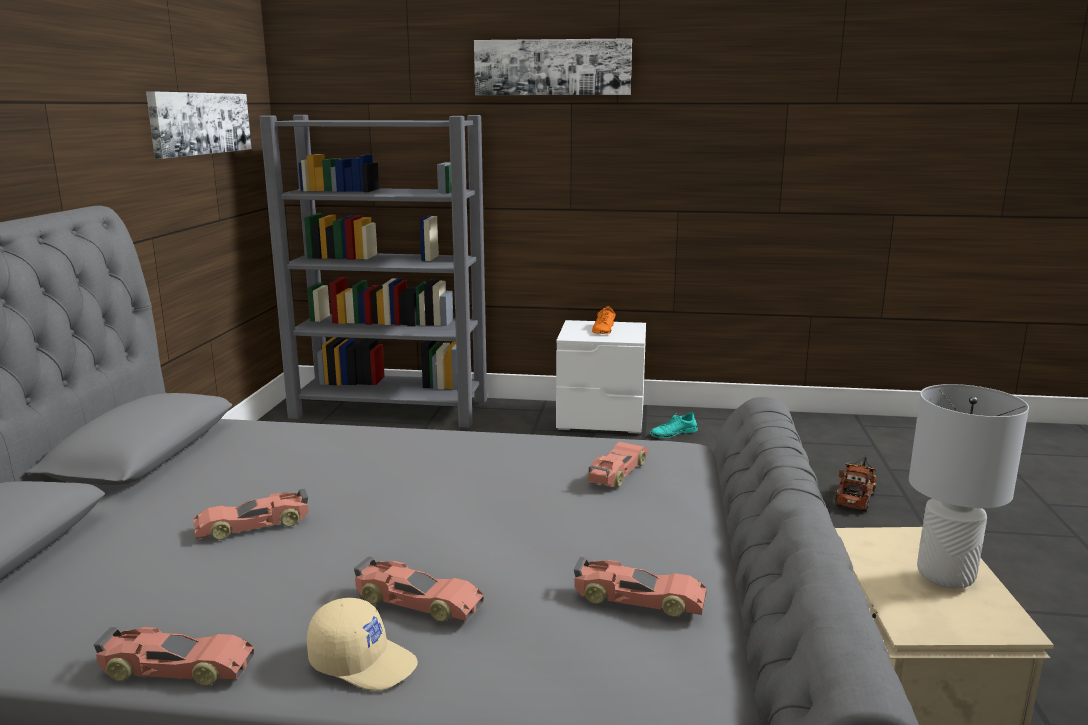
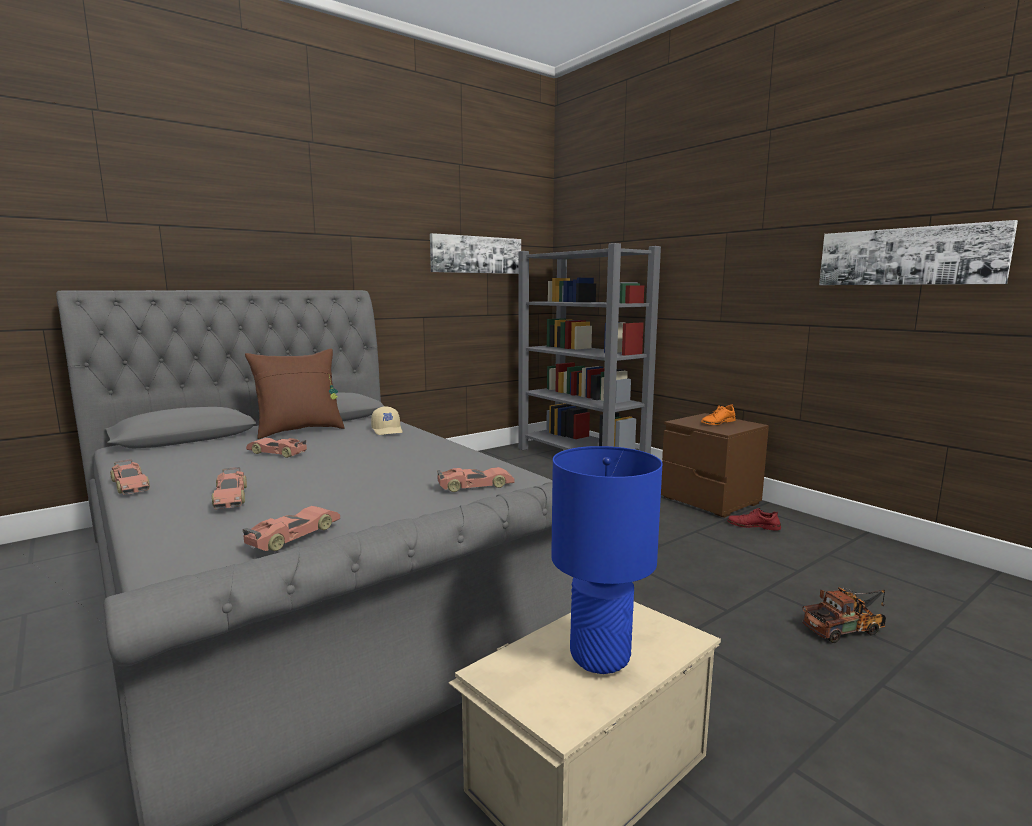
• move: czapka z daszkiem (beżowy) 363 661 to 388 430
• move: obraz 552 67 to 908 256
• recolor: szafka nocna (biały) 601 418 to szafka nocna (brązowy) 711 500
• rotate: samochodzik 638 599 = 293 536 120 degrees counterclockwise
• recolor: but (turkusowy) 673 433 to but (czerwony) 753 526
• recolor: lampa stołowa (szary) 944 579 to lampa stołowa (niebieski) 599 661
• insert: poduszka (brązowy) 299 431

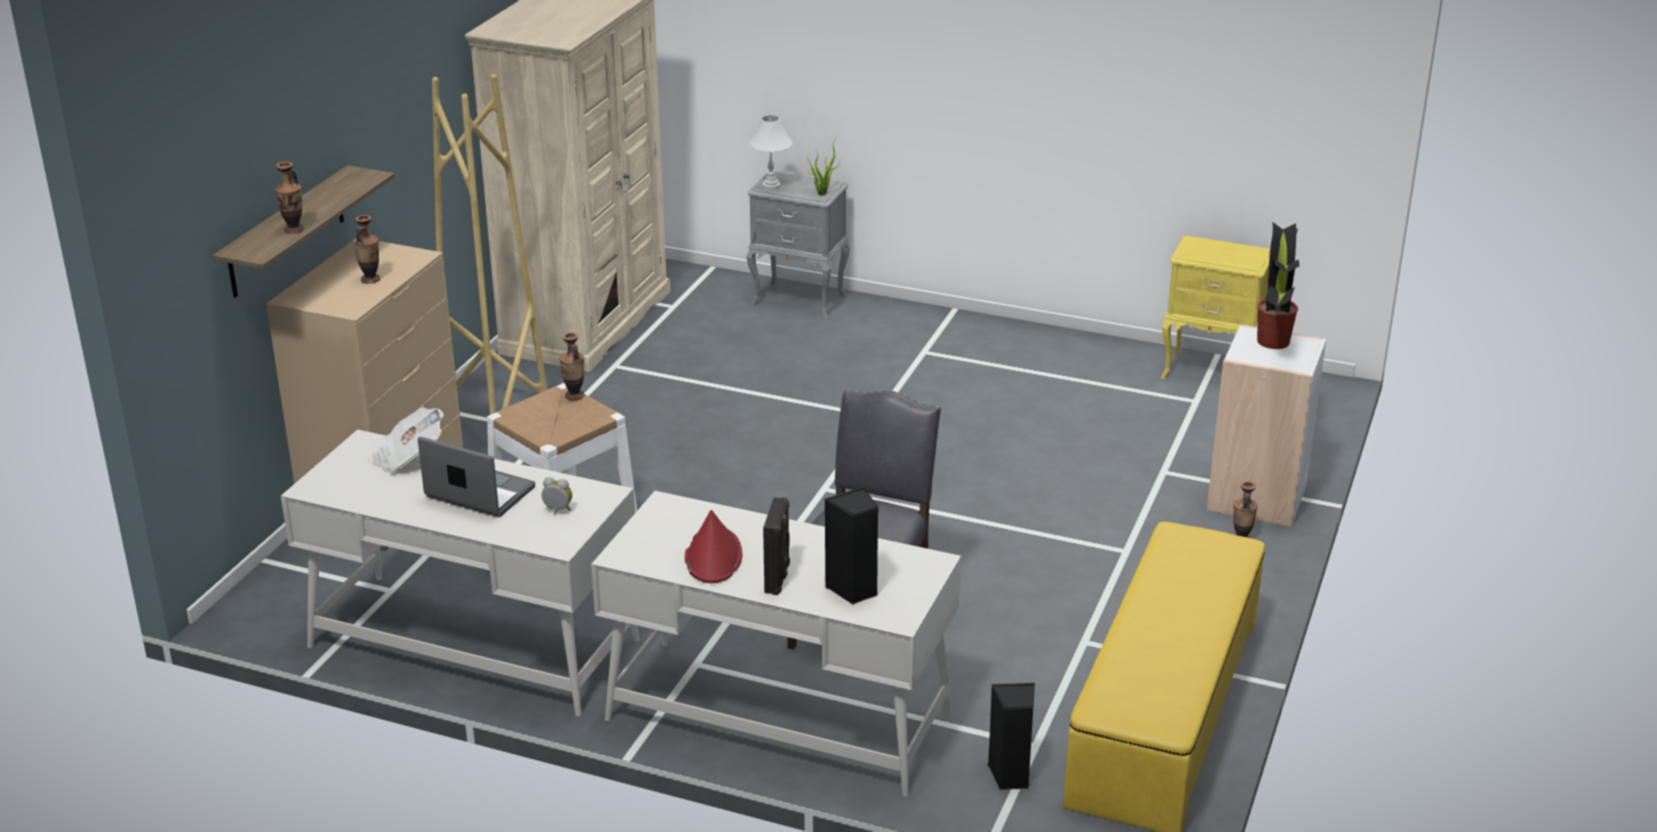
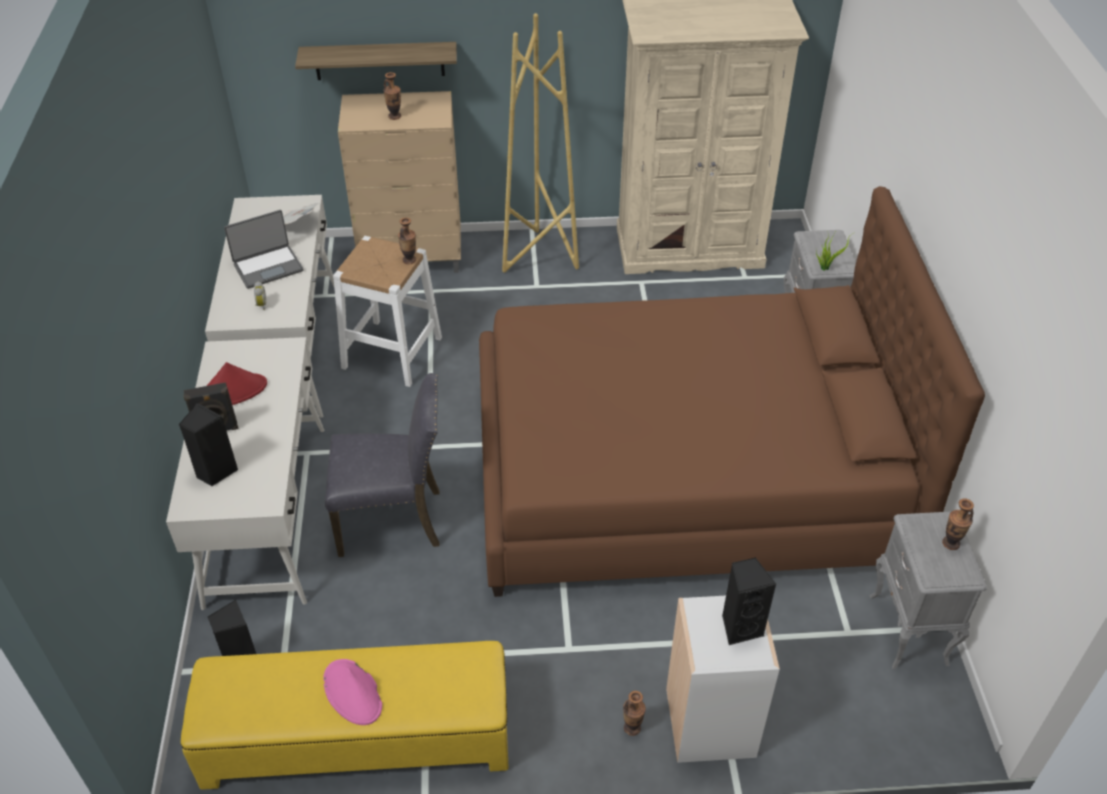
• move: wazon 294 229 to 950 543
• rotate: laptop 478 493 = 268 267 60 degrees clockwise
• delete: lampa stołowa (biały) 771 186
• recolor: szafka nocna (żółty) 1210 373 to szafka nocna (szary) 908 630
• replace: roślina doniczkowa 1273 342 to głośnik (czarny) 740 627
• insert: kapelusz (różowy) 353 693
• insert: łóżko (brązowy) 686 473

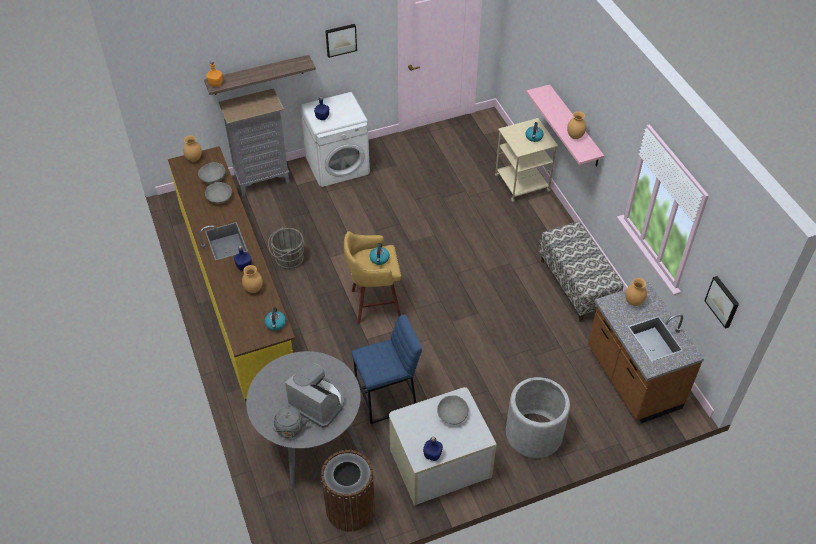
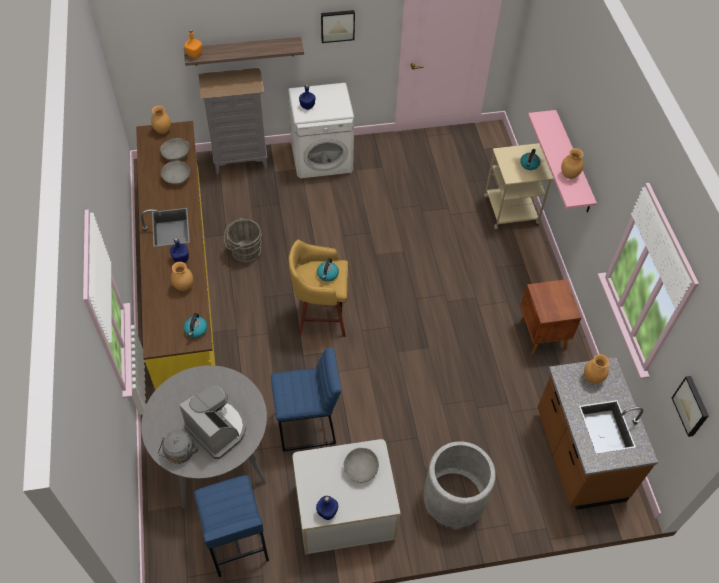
• replace: kosz na śmieci (brązowy) 350 509 to stołek (niebieski) 237 543
• replace: ławka 576 285 to szafka nocna (brązowy) 542 335

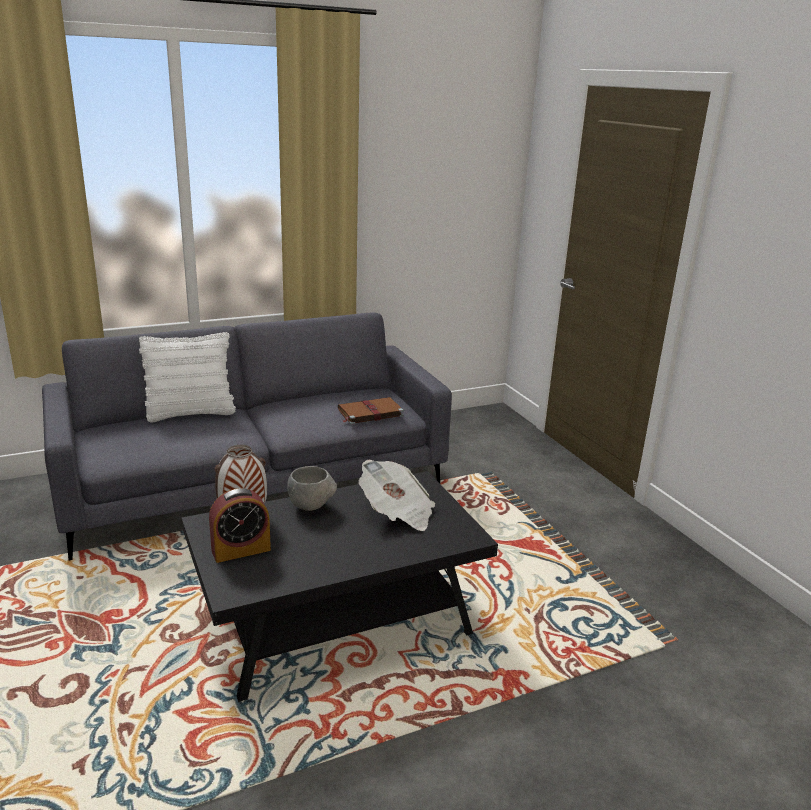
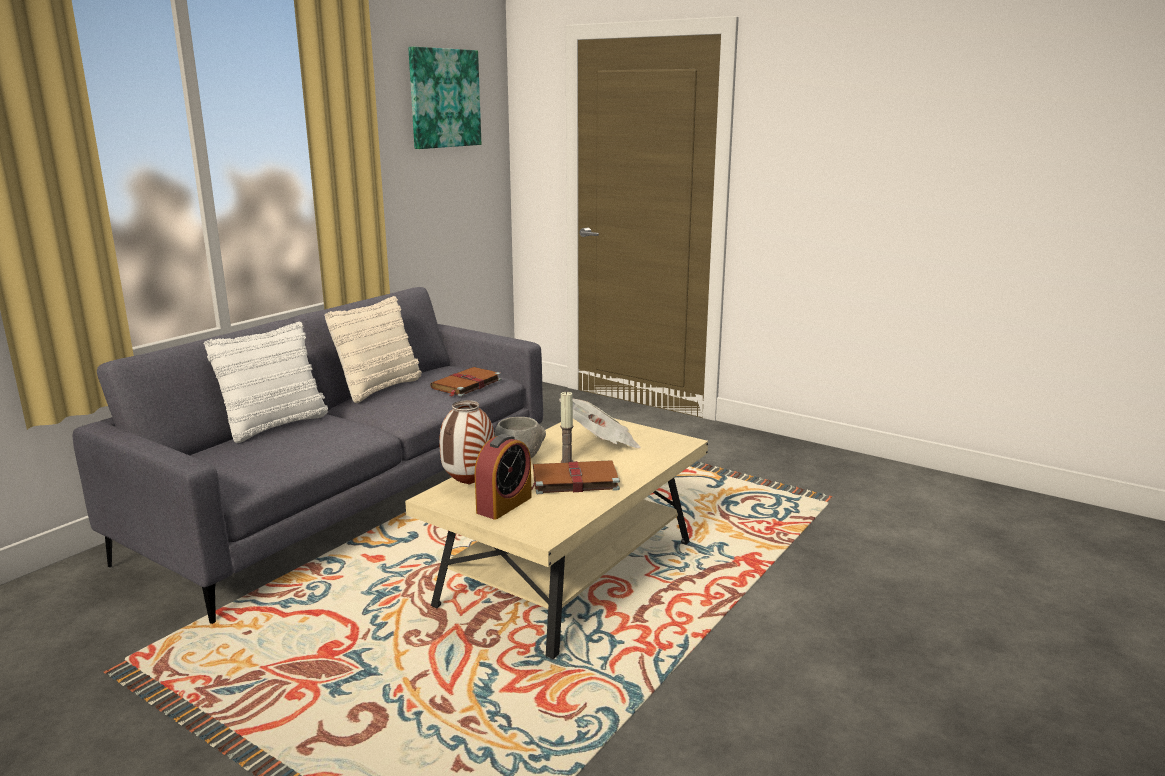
• recolor: ława (czarny) 338 624 to ława (beżowy) 569 575
• insert: poduszka (beżowy) 379 389
• insert: obraz 444 98
• insert: książka (brązowy) 573 480
• insert: świeca 567 461

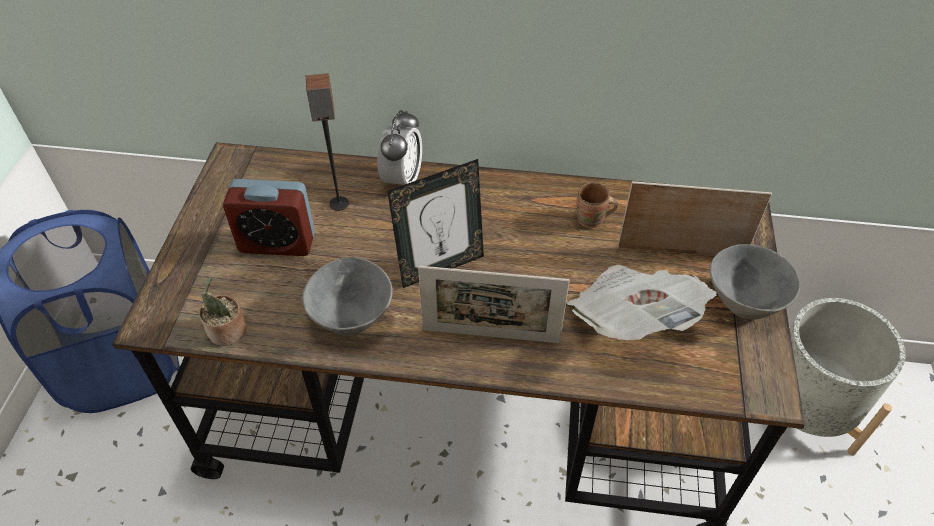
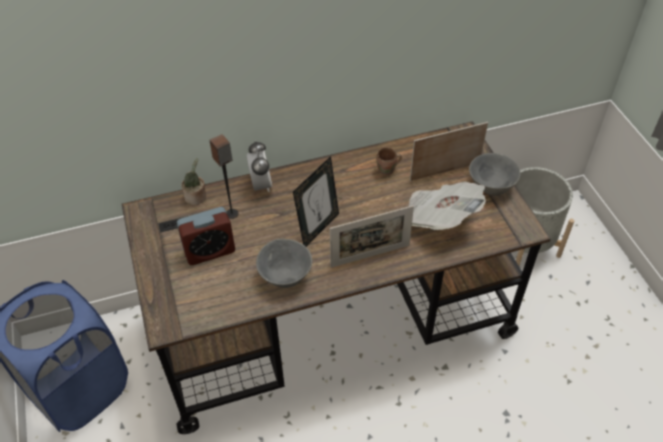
• move: roślina doniczkowa 228 332 to 196 198

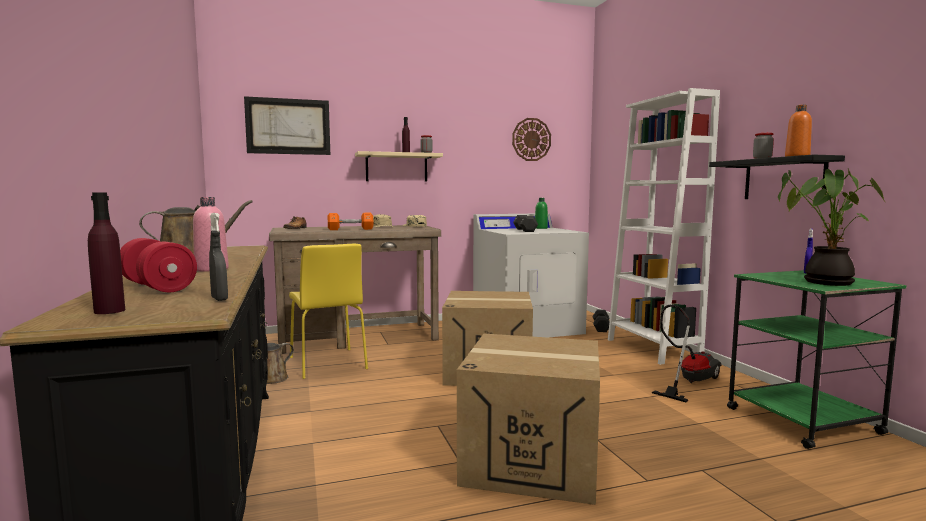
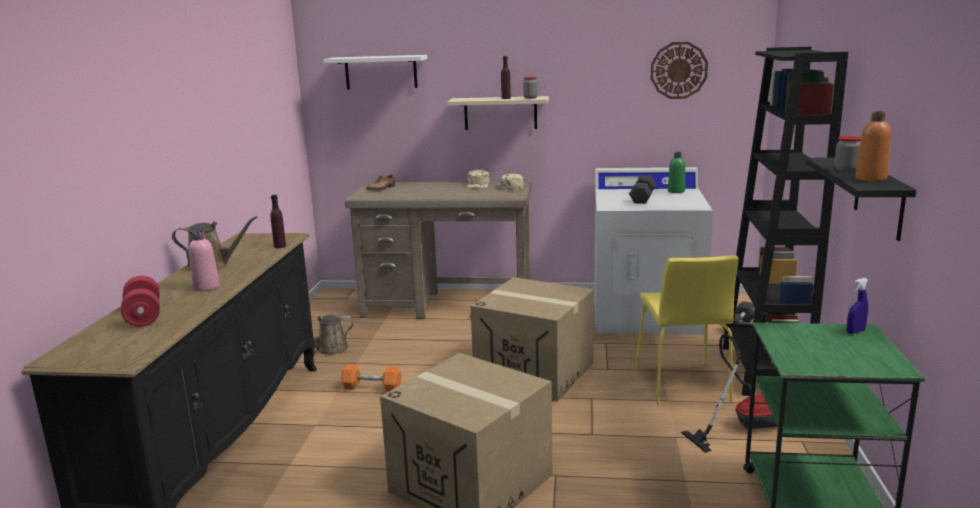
• move: butelka (fioletowy) 109 311 to 280 246
• delete: spryskiwacz (szary) 219 299
• replace: obraz 288 126 to półka (biały) 381 72
• move: krzesło (żółty) 329 364 to 683 384
• move: hantel (pomarańczowy) 350 229 to 372 387
• recolor: regał (biały) 652 349 to regał (czarny) 764 371
• delete: roślina doniczkowa 824 282

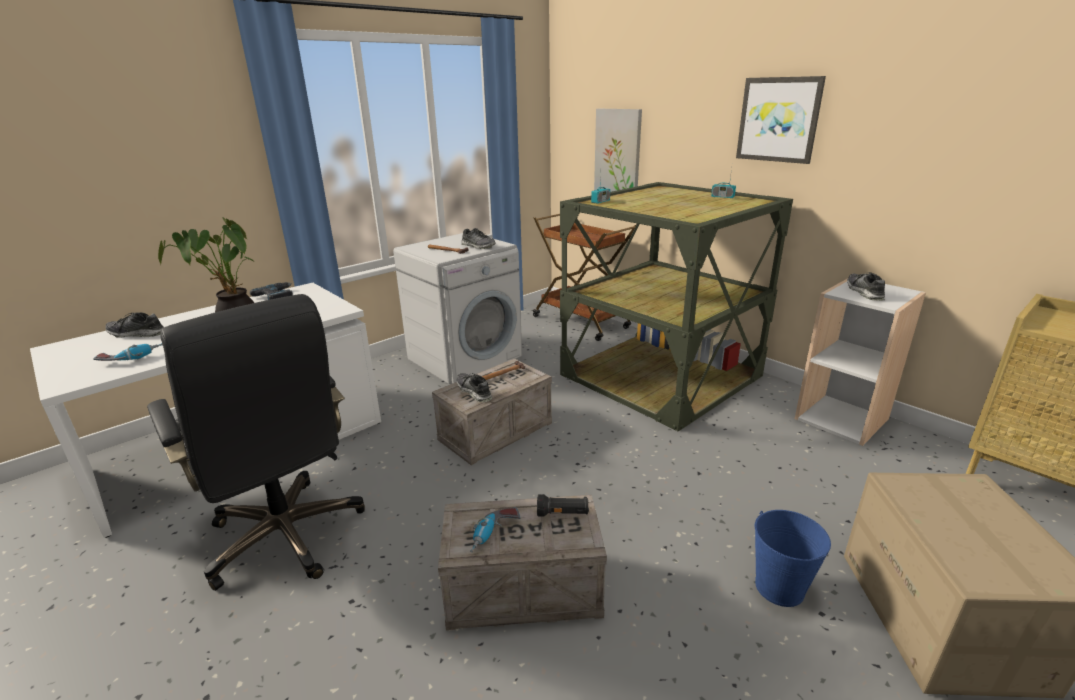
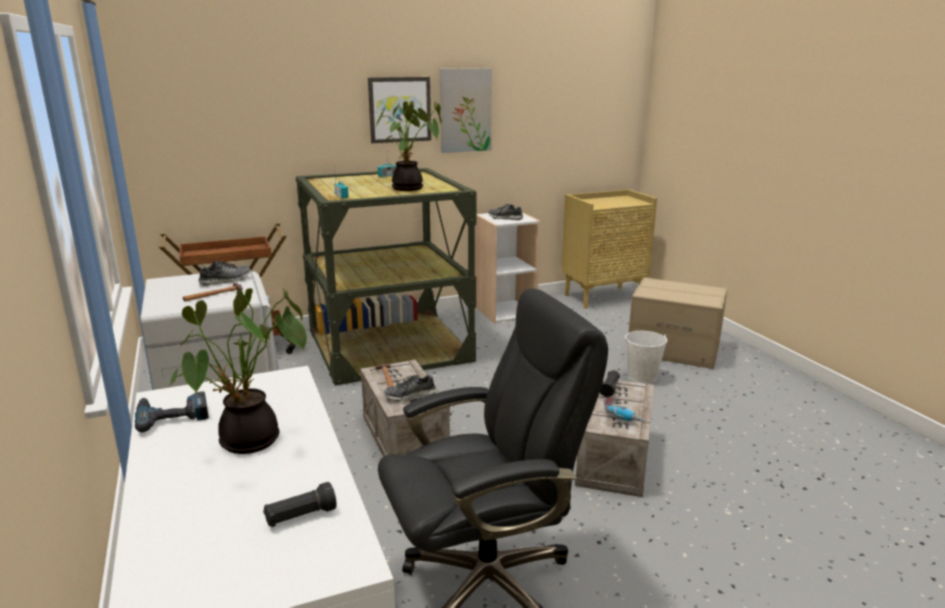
• replace: wiertarka 132 358 to latarka (czarny) 300 517
• delete: but 137 334
• move: obraz 618 152 to 465 110
• recolor: wiadro (niebieski) 779 587 to wiadro (biały) 641 377
• insert: roślina doniczkowa 410 189

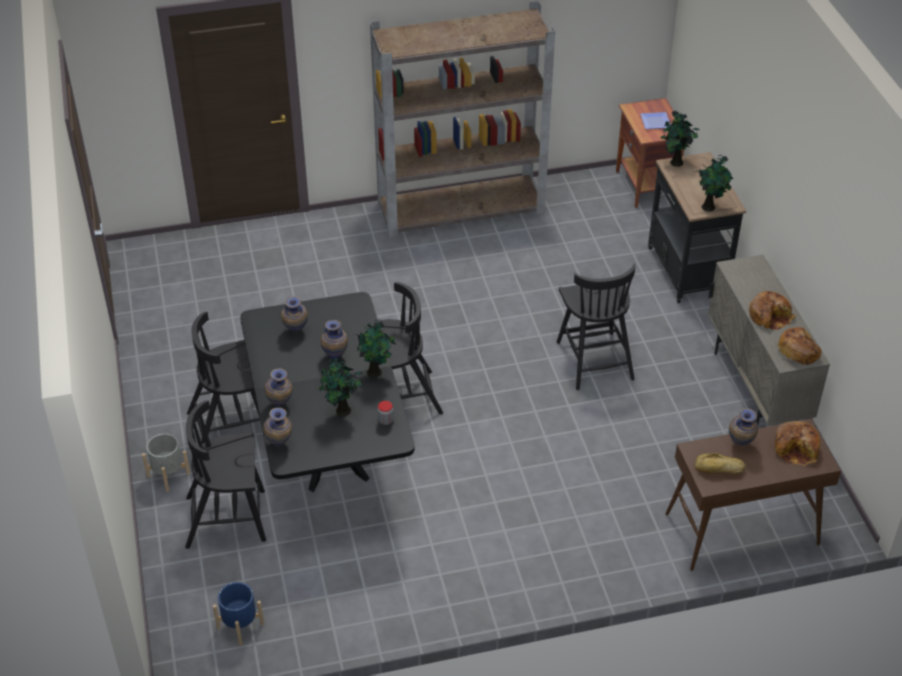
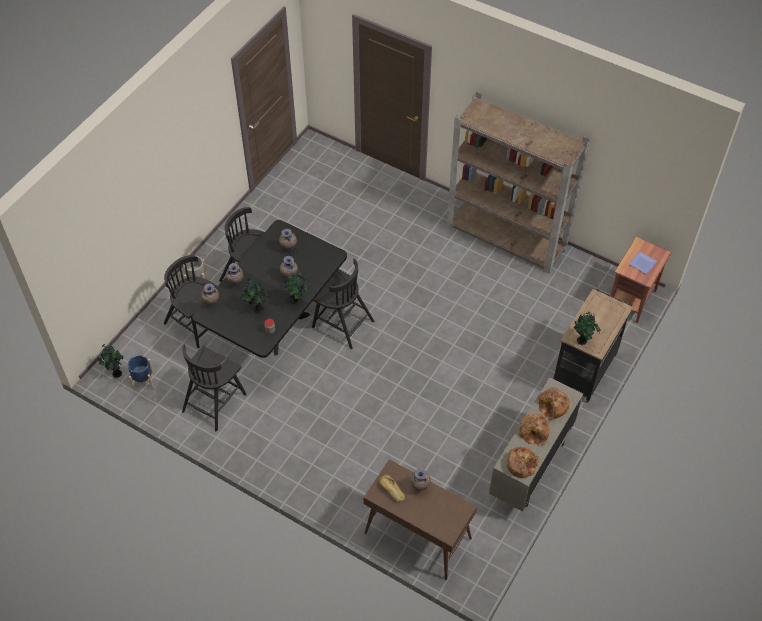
• move: krzesło (czarny) 594 359 to 215 401
• move: roślina doniczkowa 675 163 to 116 373
• move: chleb 797 448 to 553 406

